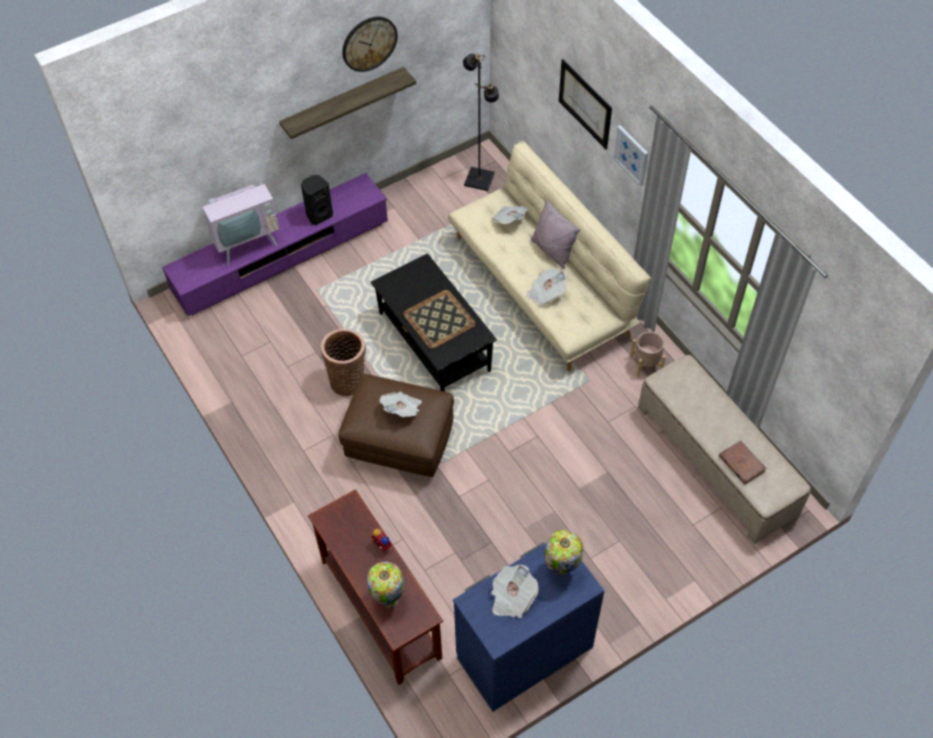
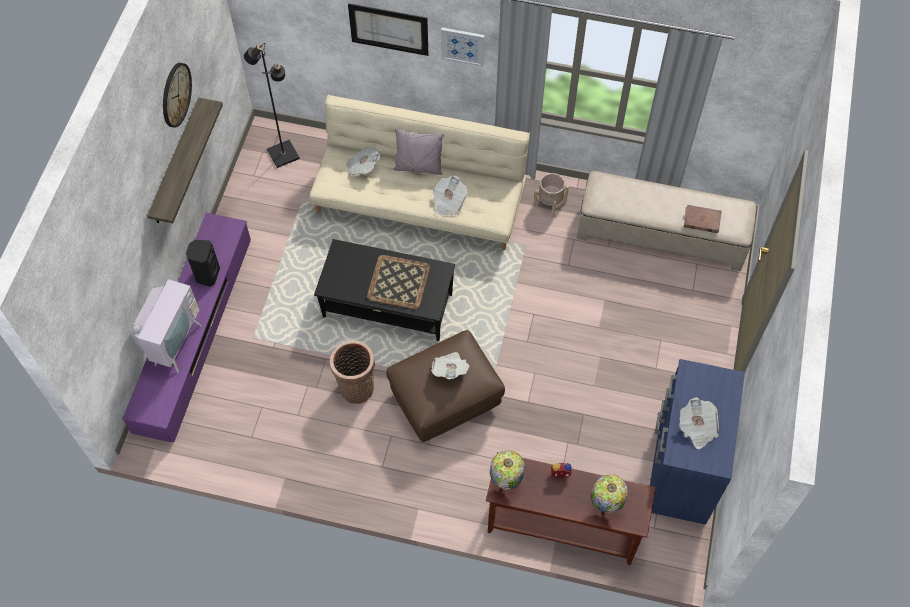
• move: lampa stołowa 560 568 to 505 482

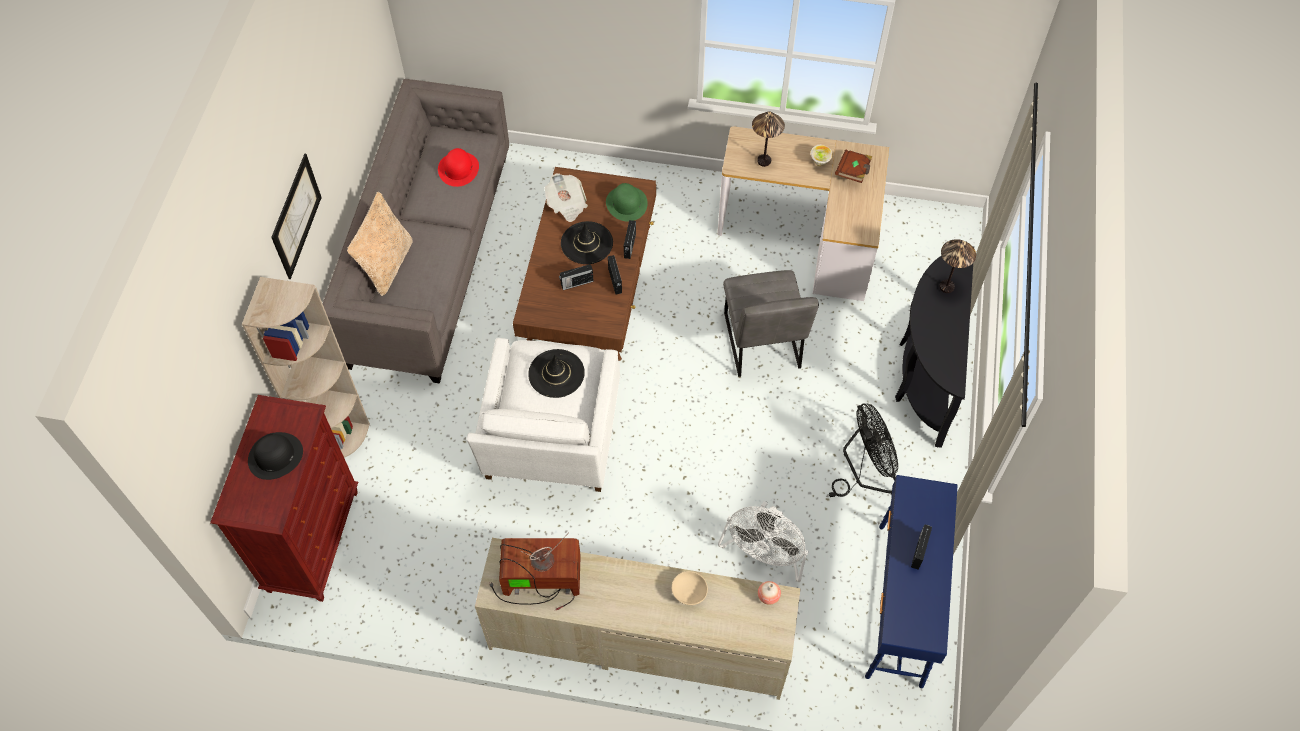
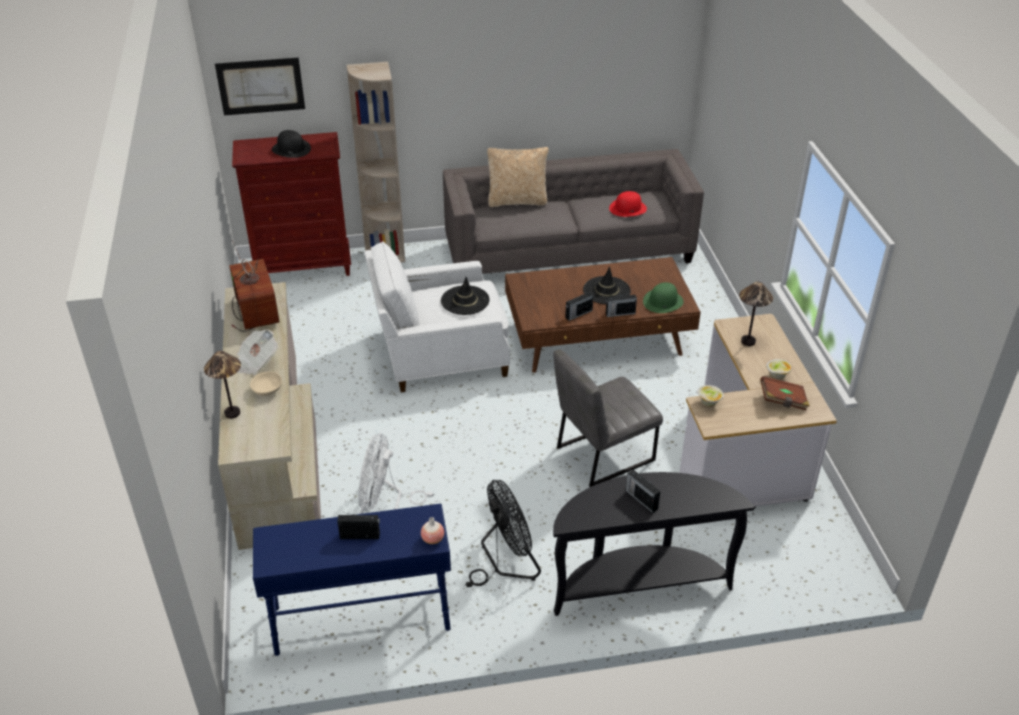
• move: obraz 296 216 to 260 86
• move: gazeta 566 204 to 256 362
• move: radio 576 283 to 641 499
• move: wazon 768 596 to 432 539
• rotate: wentylator (czarny) 863 467 = 502 557 75 degrees counterclockwise
• move: lampa stołowa 947 287 to 232 413
• insert: miska 708 403

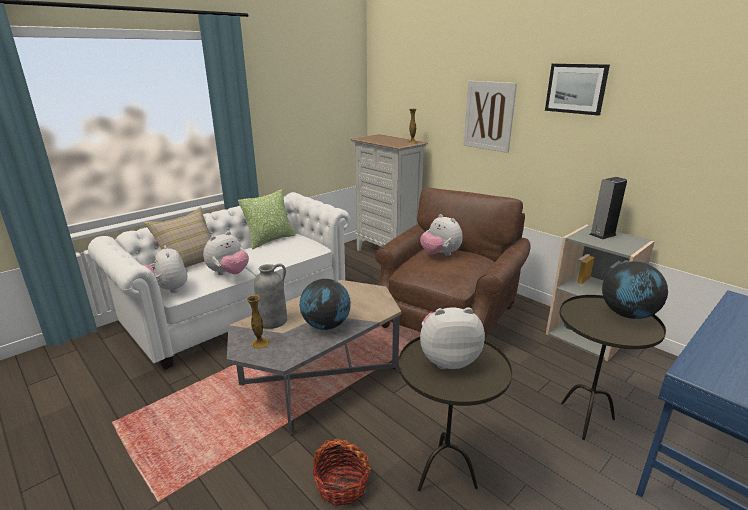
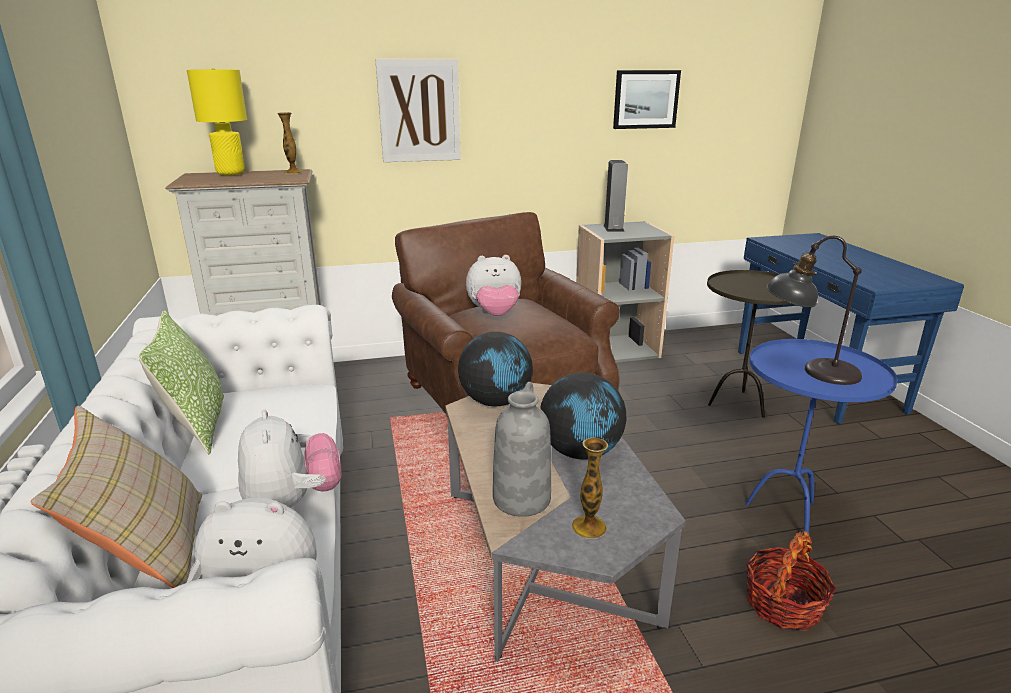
• recolor: stolik (brązowy) 444 475 to stolik (niebieski) 787 515
• replace: pluszak 447 360 to lampa stołowa (szary) 807 368
• move: obraz 576 88 to 645 99
• move: globus 628 315 to 496 401
• insert: lampa stołowa (żółty) 230 174

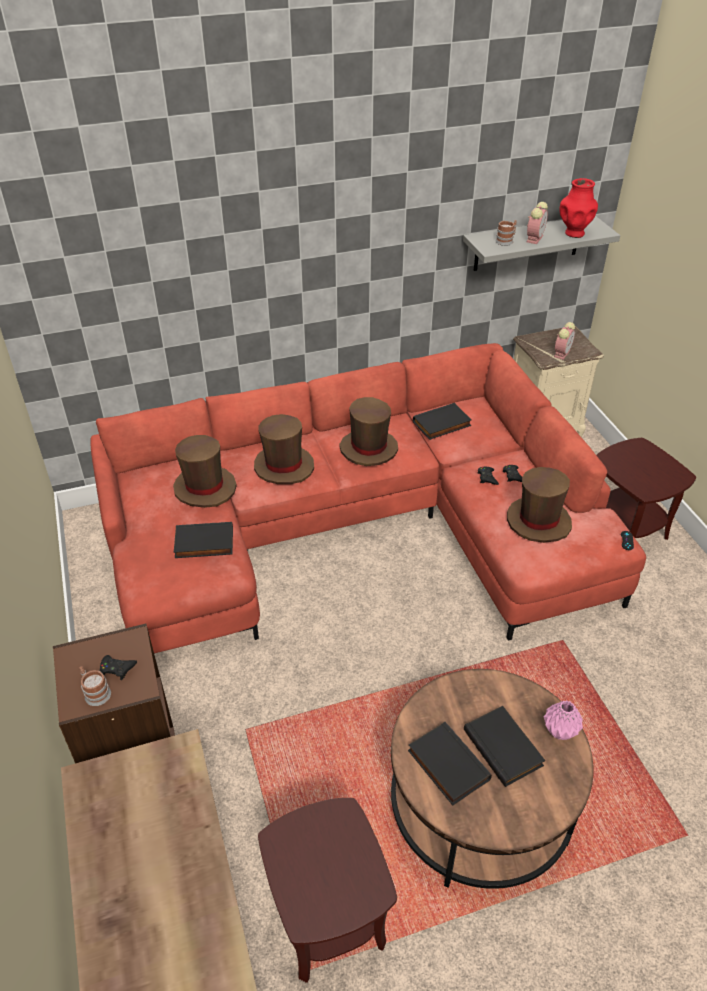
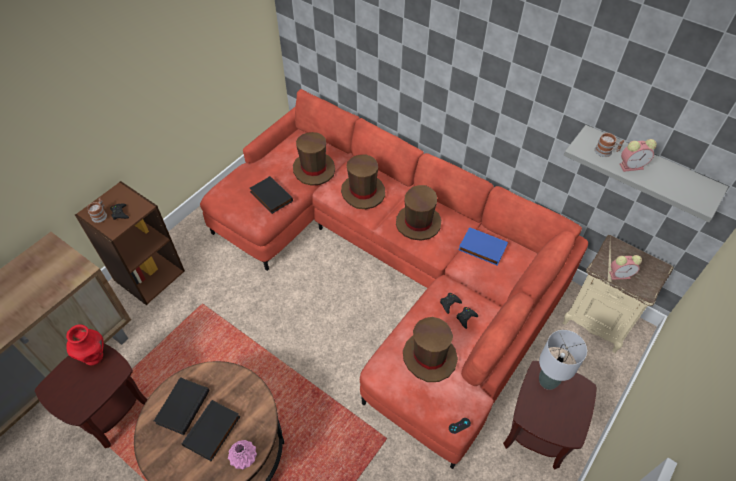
• recolor: książka (czarny) 442 424 to książka (niebieski) 481 248
• move: wazon (czerwony) 574 233 to 94 357
• insert: lampa stołowa (szary) 547 381

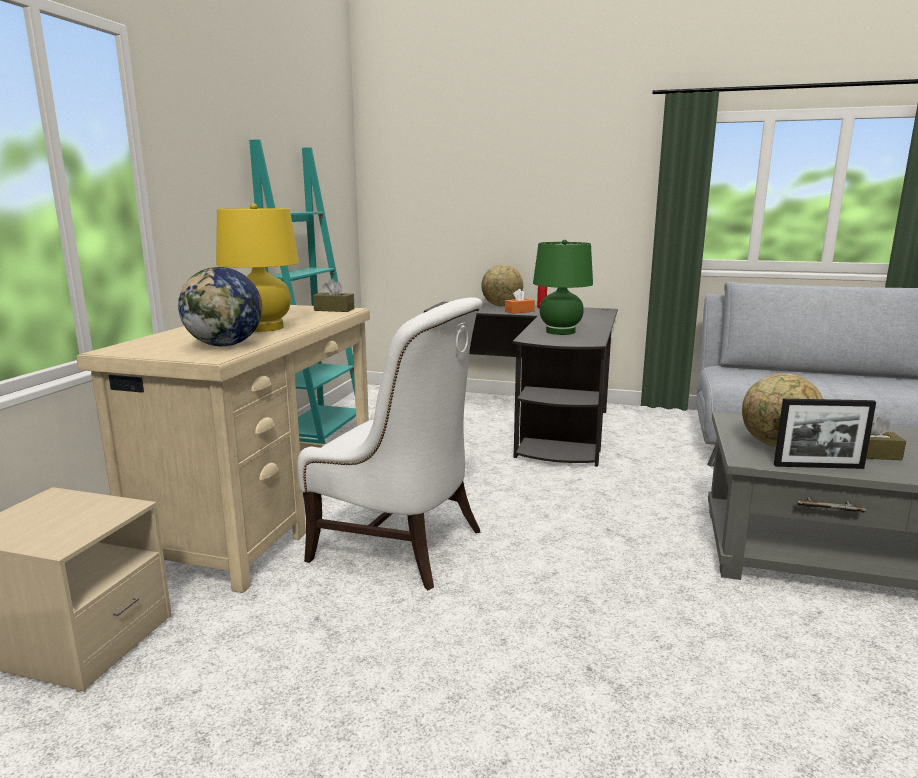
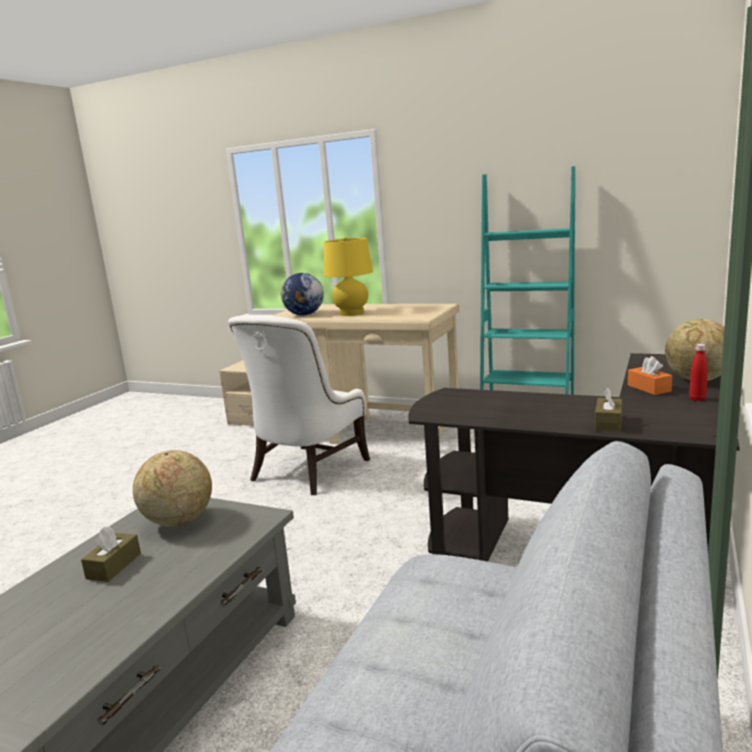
• move: pudełko chusteczek (brązowy) 334 310 to 608 423
• delete: lampa stołowa (zielony) 560 332
• delete: ramka na zdjęcie 818 466

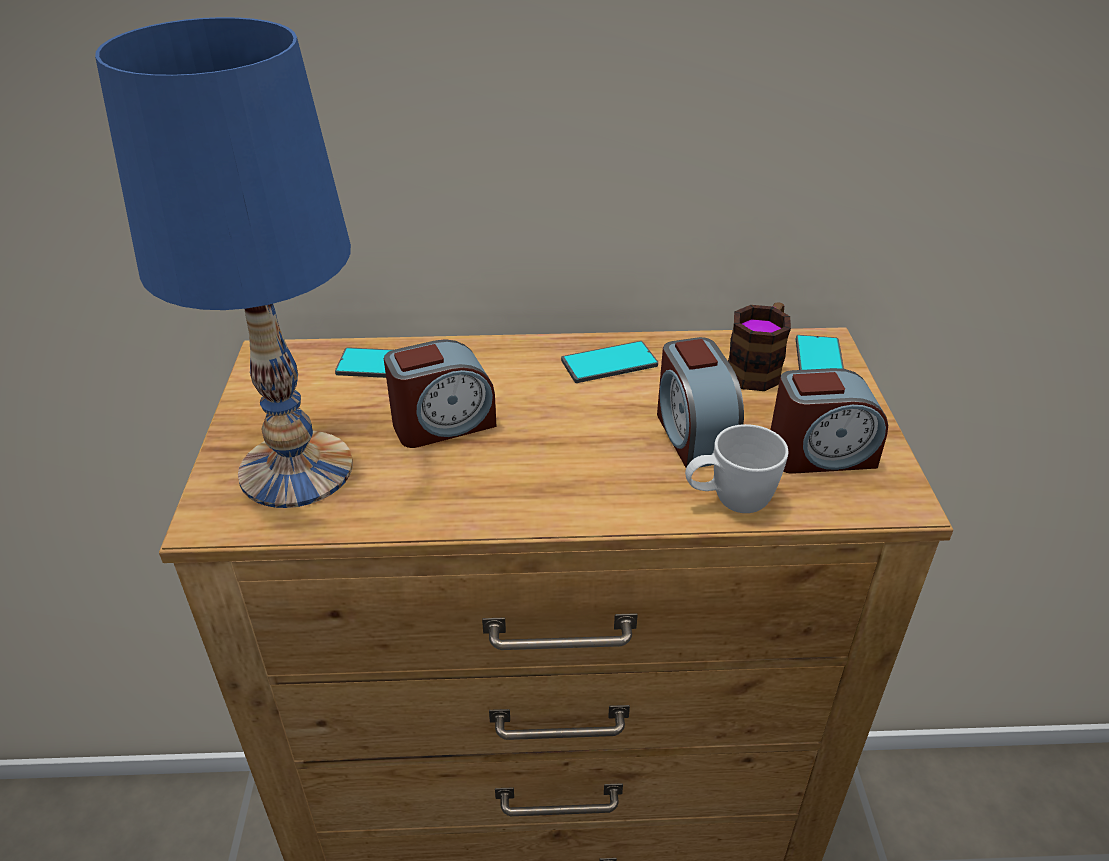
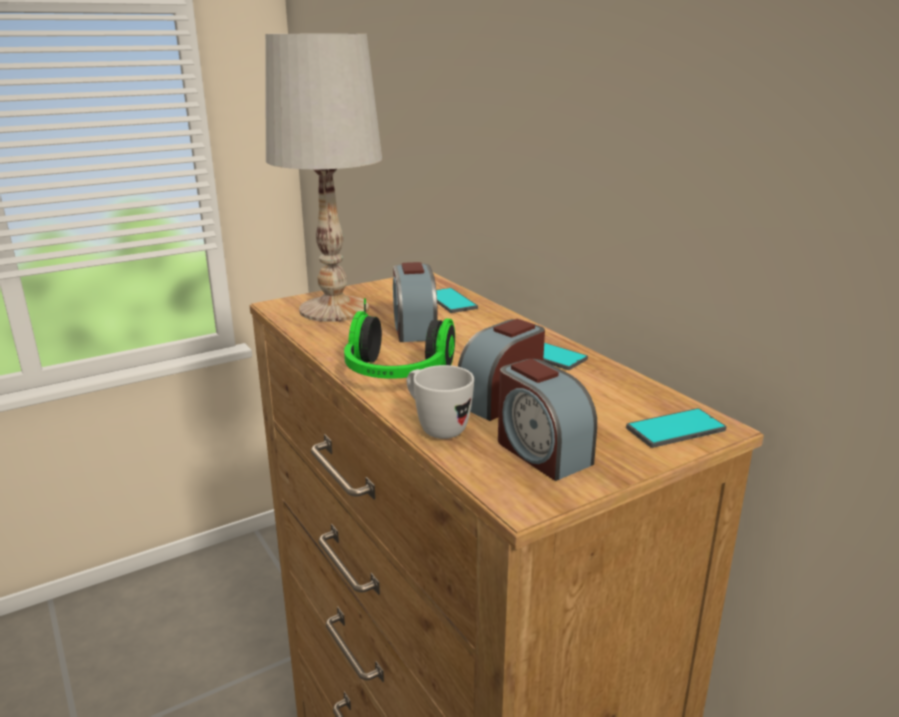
• recolor: lampa stołowa (niebieski) 295 470 to lampa stołowa (biały) 333 309
• rotate: budzik 443 424 = 414 328 45 degrees clockwise
• delete: kubek 758 368
• insert: słuchawki 396 376

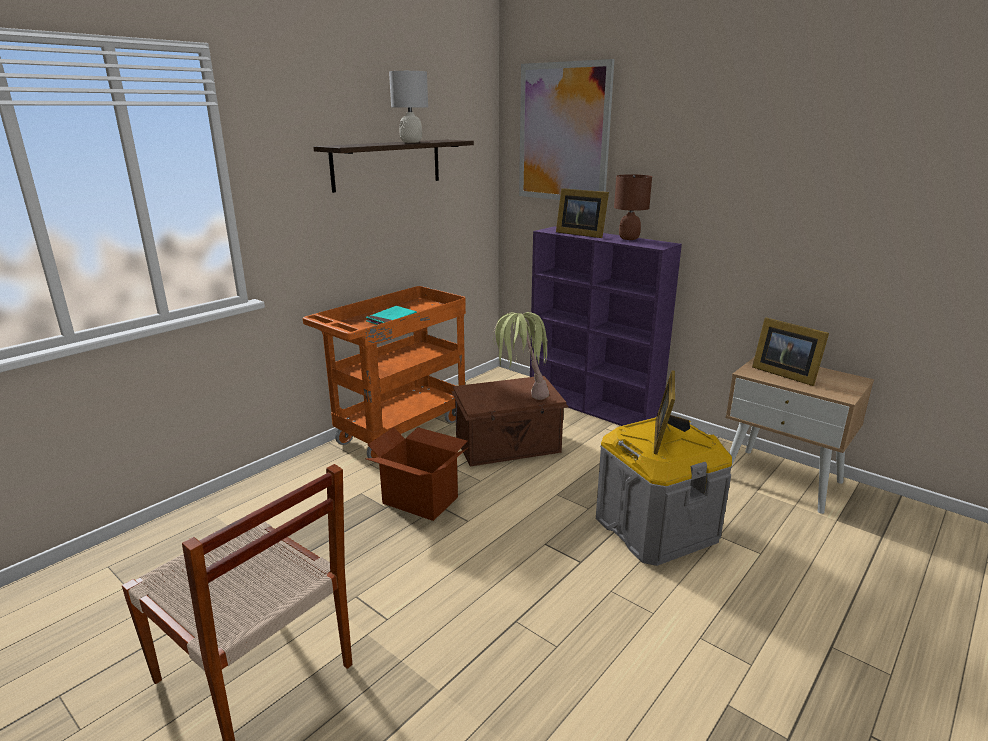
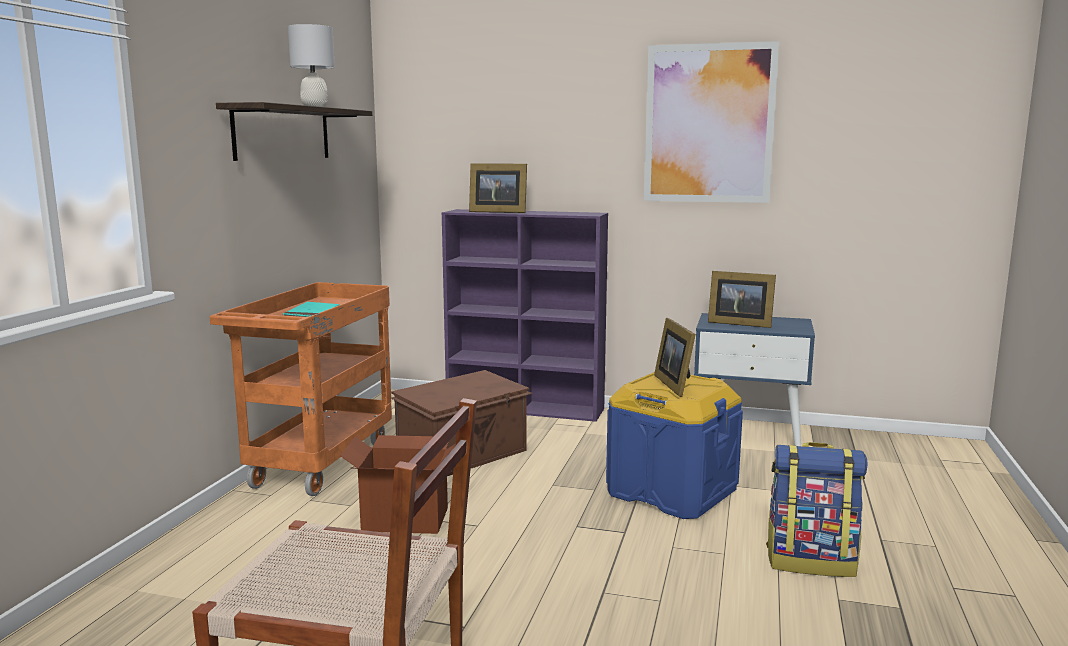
• delete: roślina doniczkowa 520 395
• move: obraz 563 133 to 709 124
• recolor: pojemnik do przechowywania (szary) 656 528 to pojemnik do przechowywania (niebieski) 672 491
• delete: lampa stołowa (brązowy) 628 239
• recolor: szafka nocna (beżowy) 782 479 to szafka nocna (niebieski) 749 434
• insert: plecak 811 561

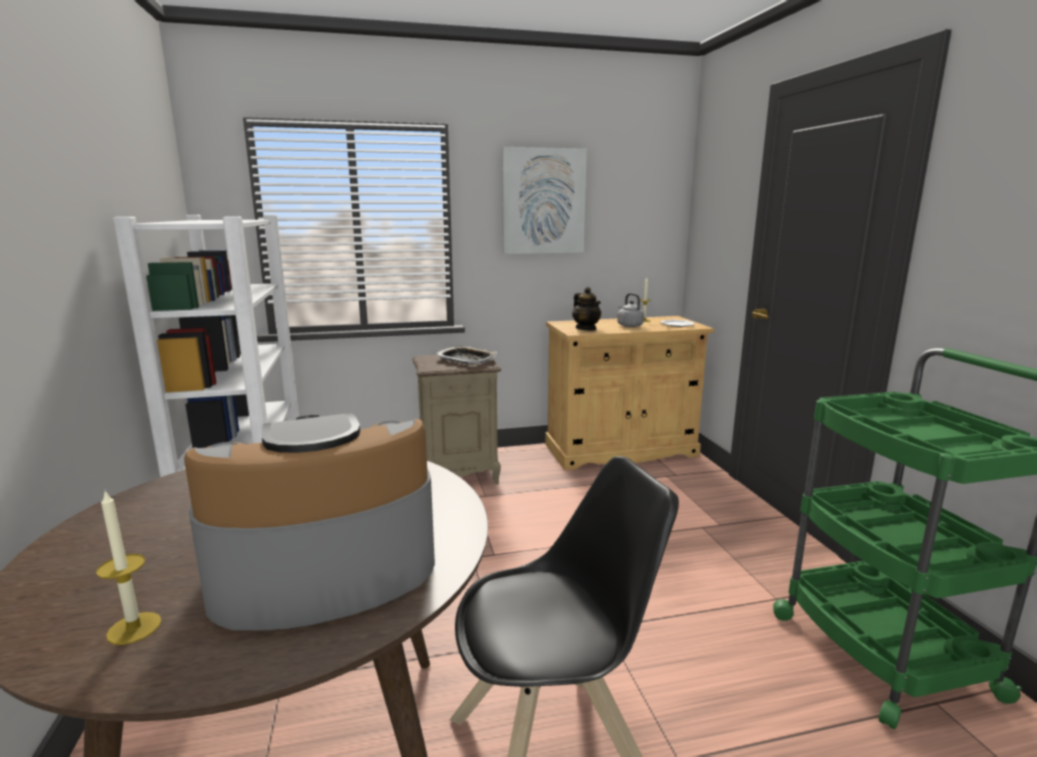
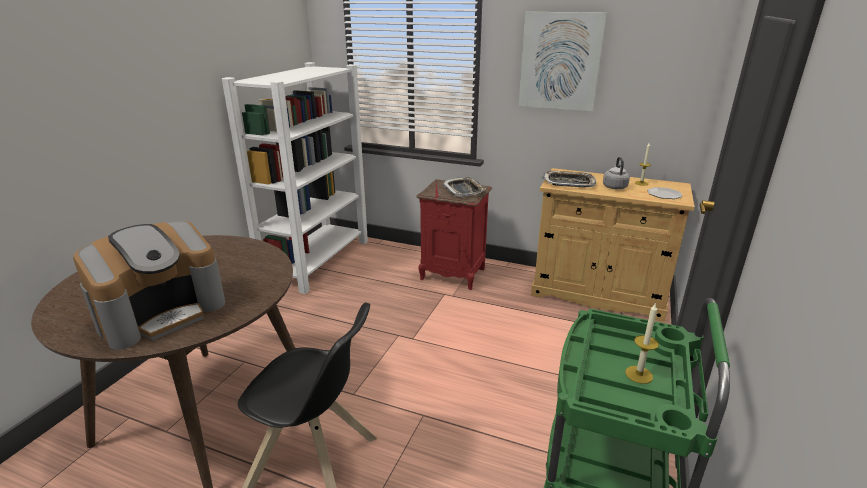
• move: świeca 134 628 to 639 374
• rotate: ekspres do kawy 323 569 = 162 312 120 degrees clockwise
• recolor: szafka nocna (beżowy) 459 475 to szafka nocna (czerwony) 453 274
• replace: imbryk 586 329 to taca 568 183

